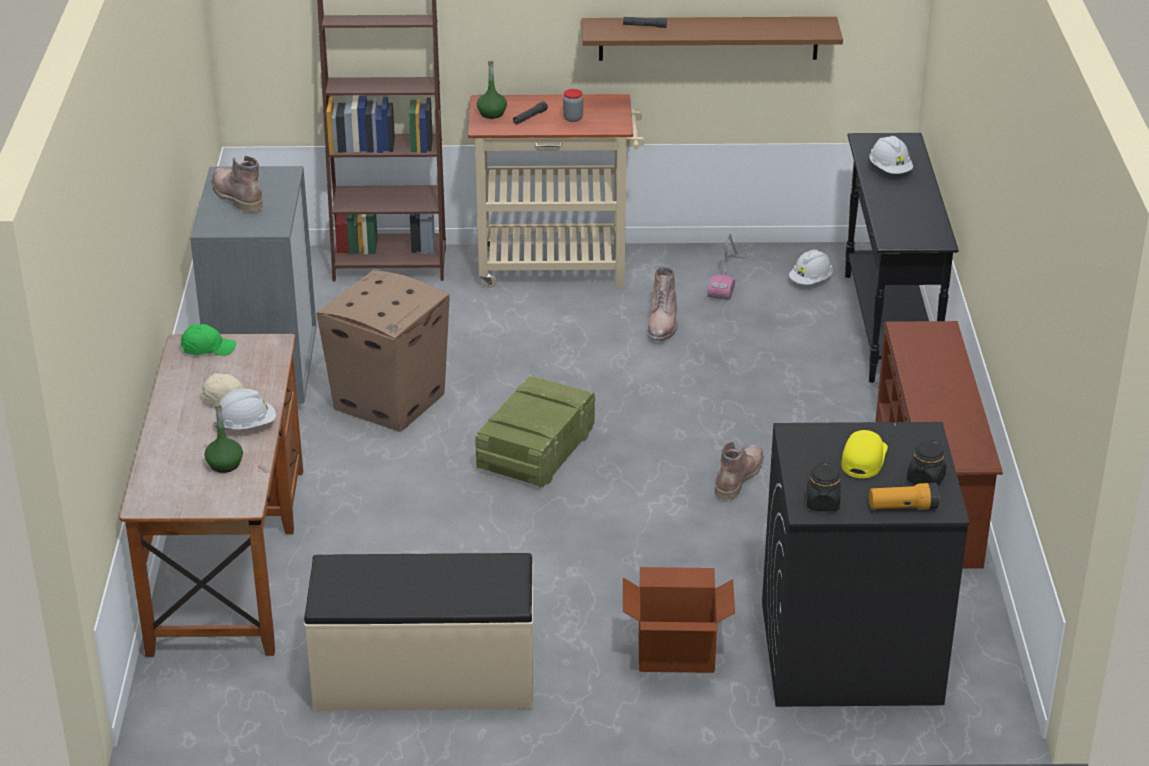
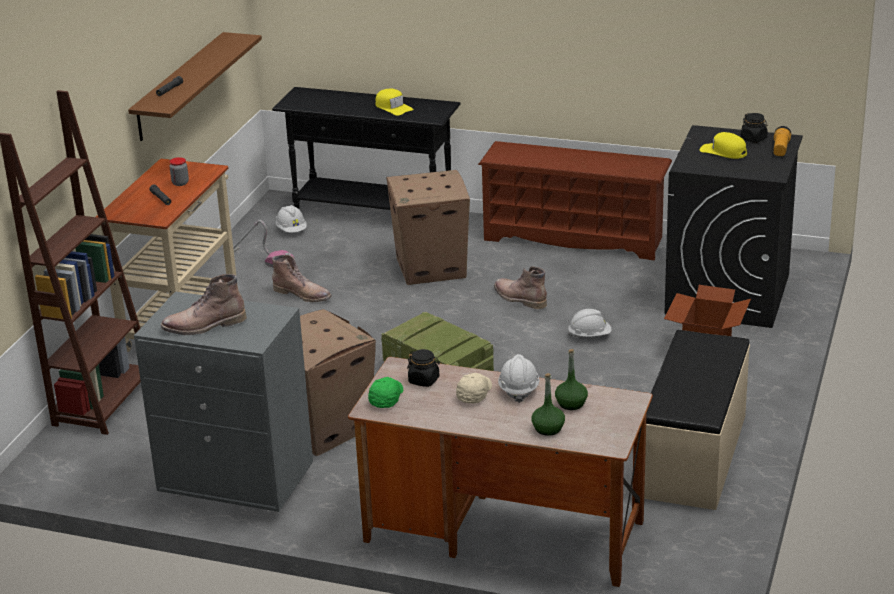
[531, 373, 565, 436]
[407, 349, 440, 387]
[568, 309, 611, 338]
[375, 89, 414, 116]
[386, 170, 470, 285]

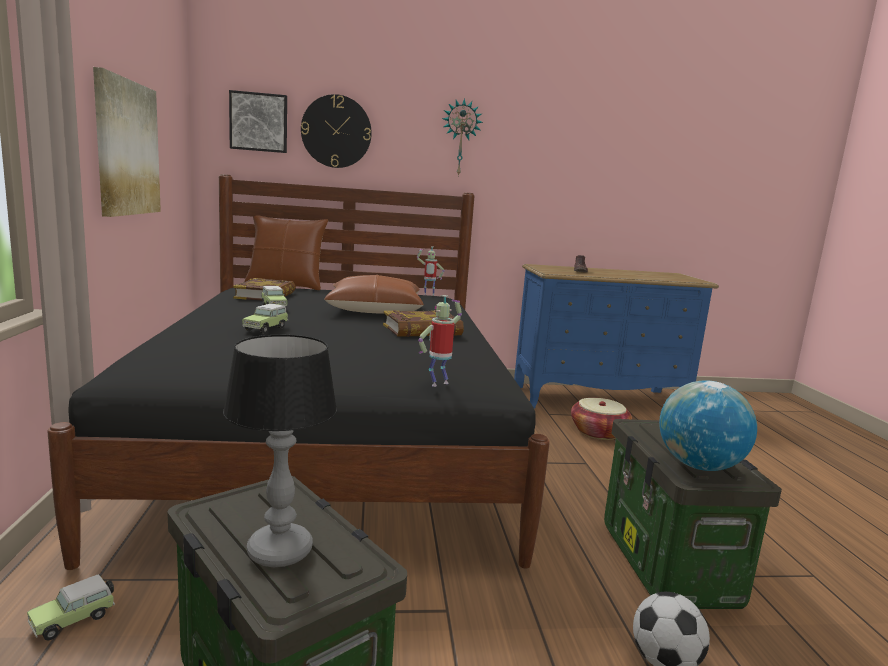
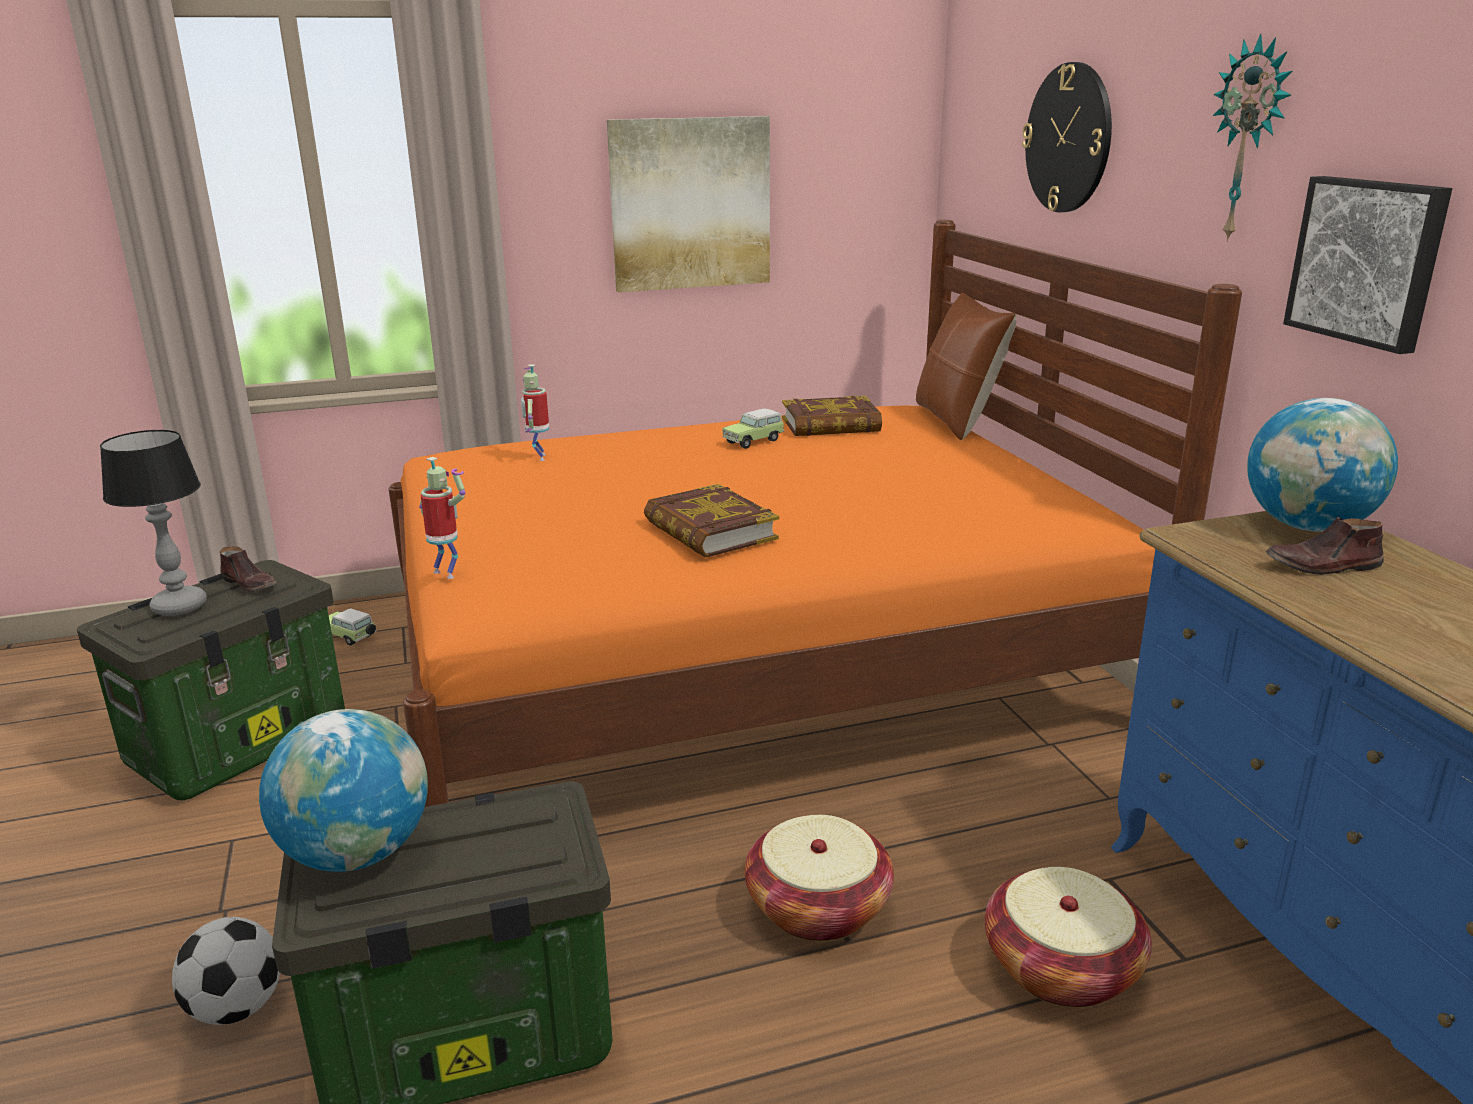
[389, 220, 1242, 807]
[1283, 176, 1452, 354]
[242, 304, 289, 334] (first image)
[324, 275, 424, 314] (first image)
[521, 364, 549, 461]
[220, 546, 277, 592]
[745, 815, 894, 942]
[1247, 398, 1398, 532]

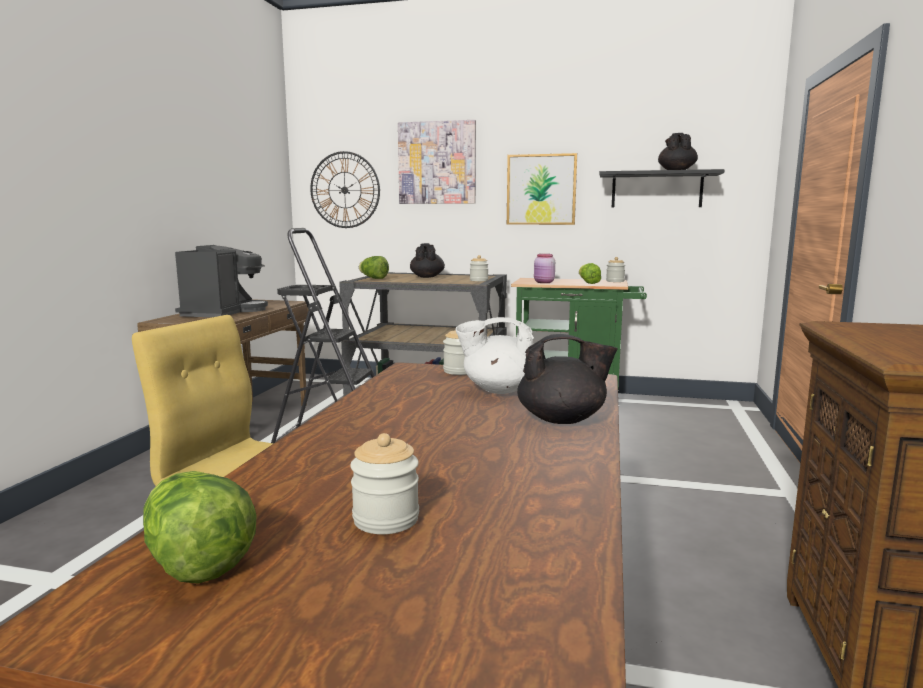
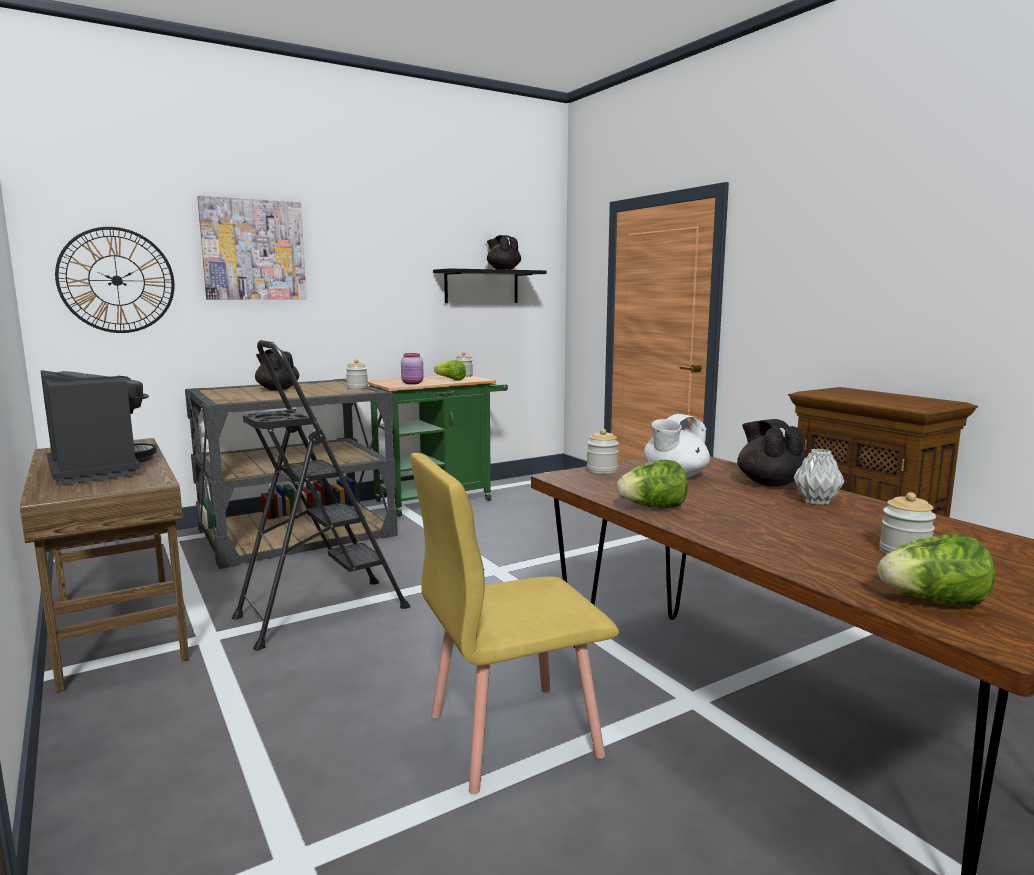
[616, 460, 688, 508]
[507, 153, 577, 225] (first image)
[737, 419, 807, 487]
[794, 449, 845, 505]

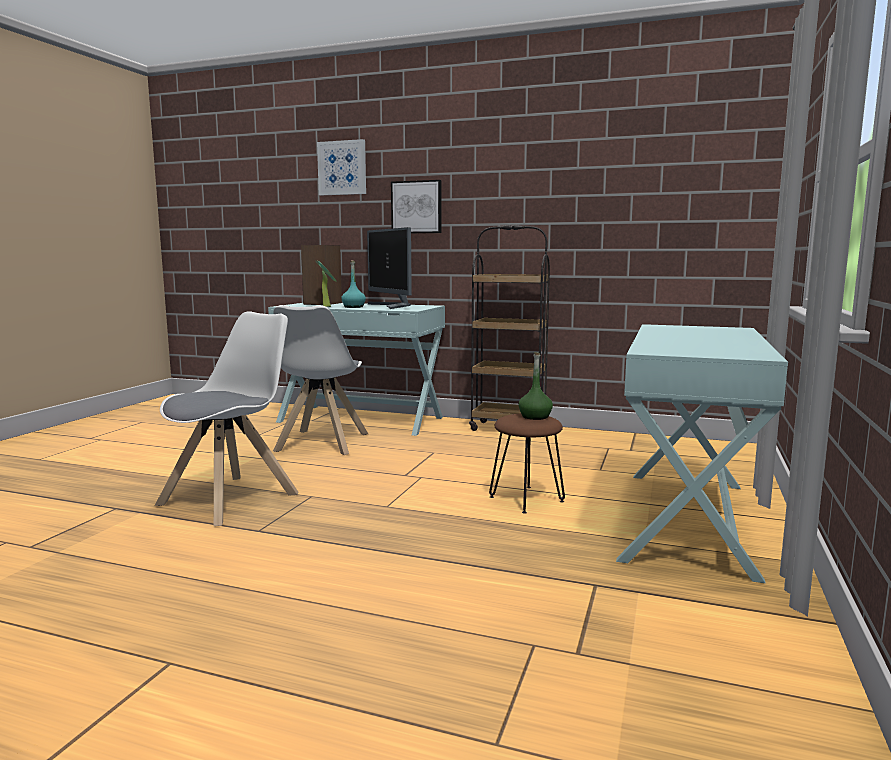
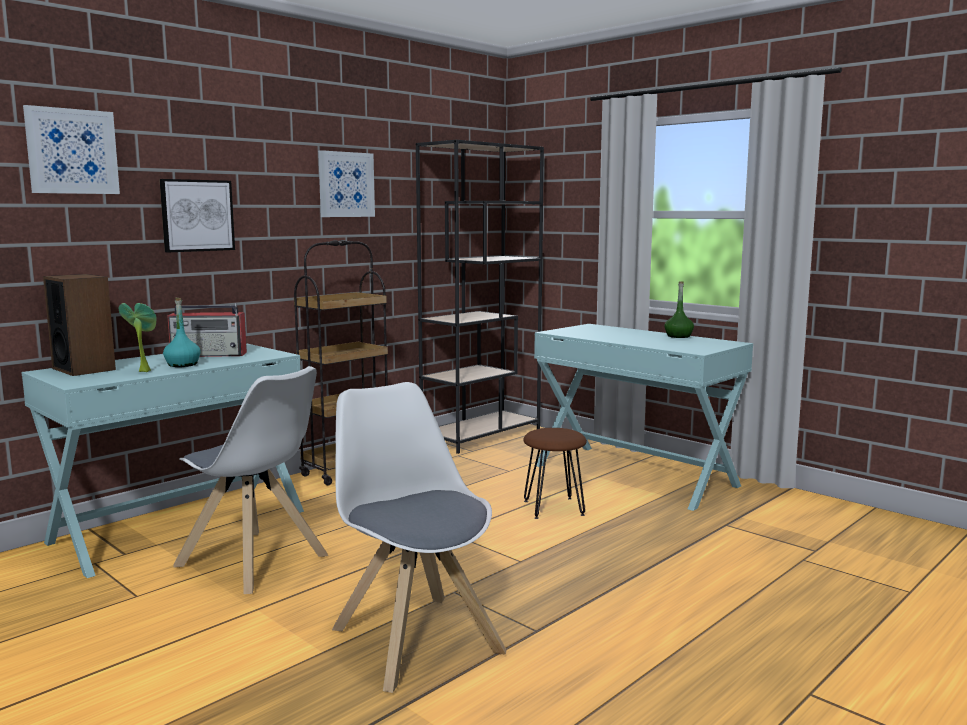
[167, 303, 247, 357]
[664, 282, 694, 338]
[318, 150, 375, 217]
[416, 140, 544, 454]

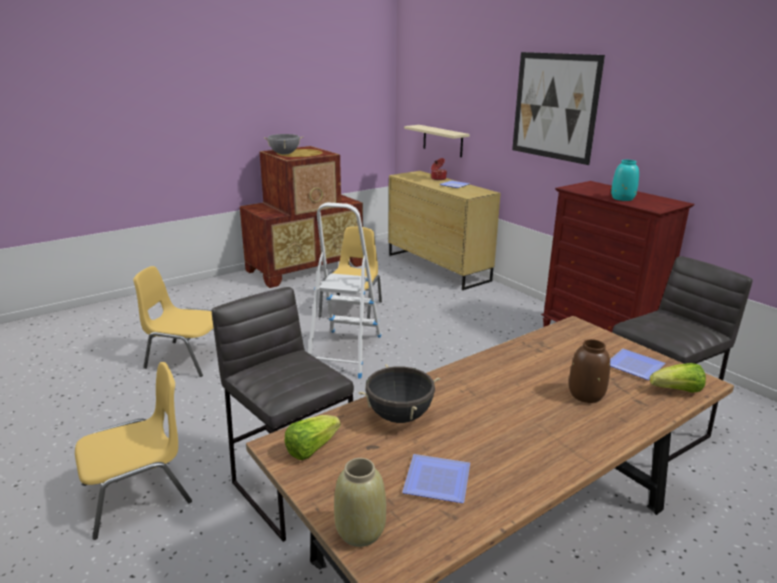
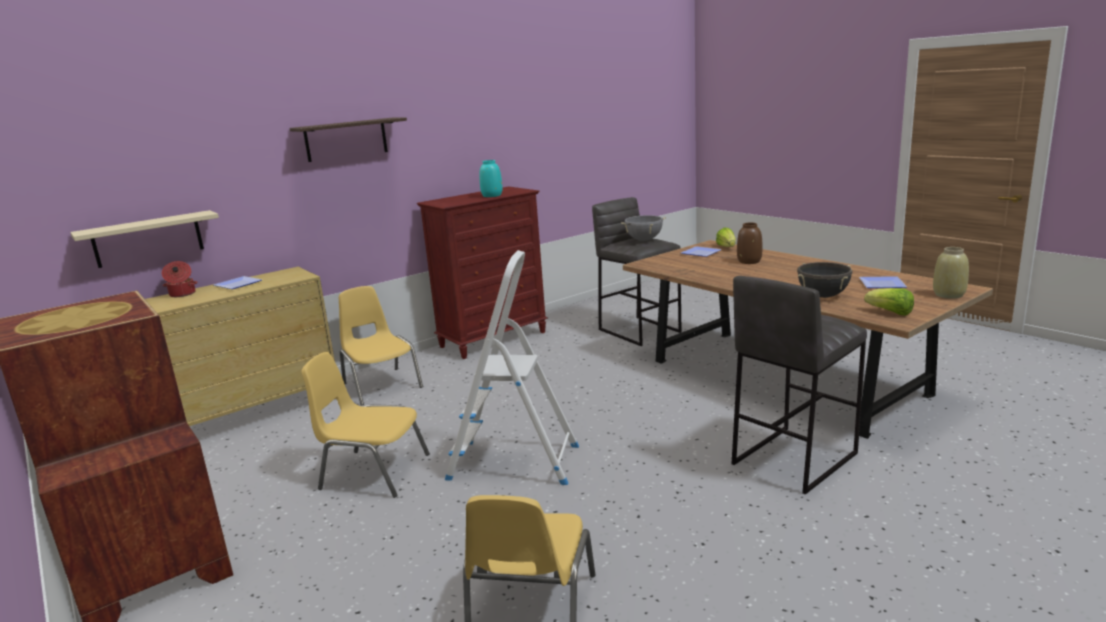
[339, 286, 423, 406]
[621, 215, 666, 241]
[289, 117, 407, 162]

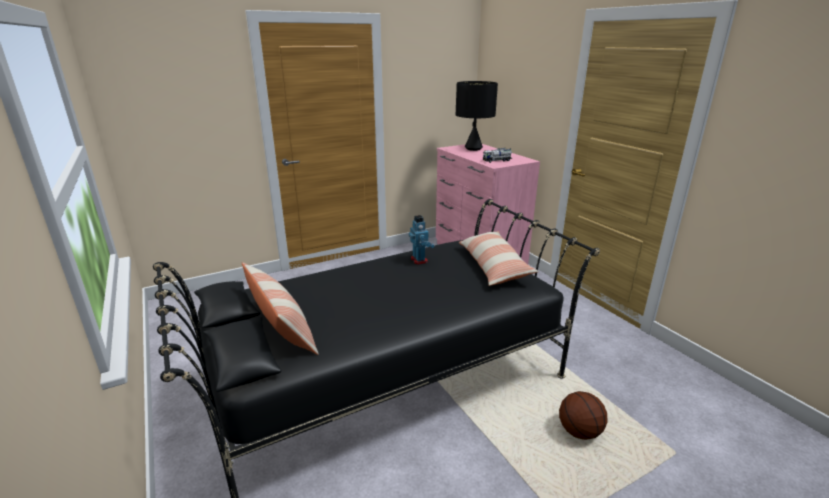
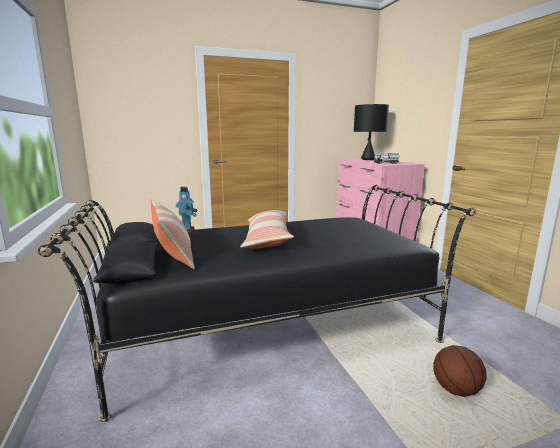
[176, 187, 197, 233]
[240, 210, 294, 249]

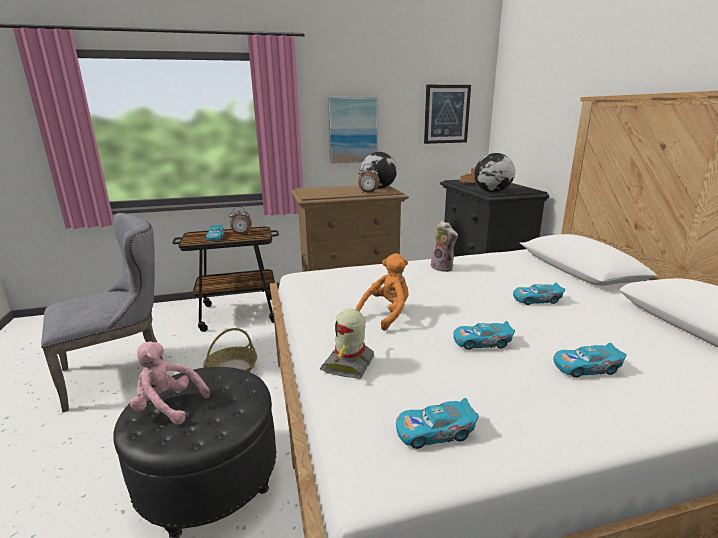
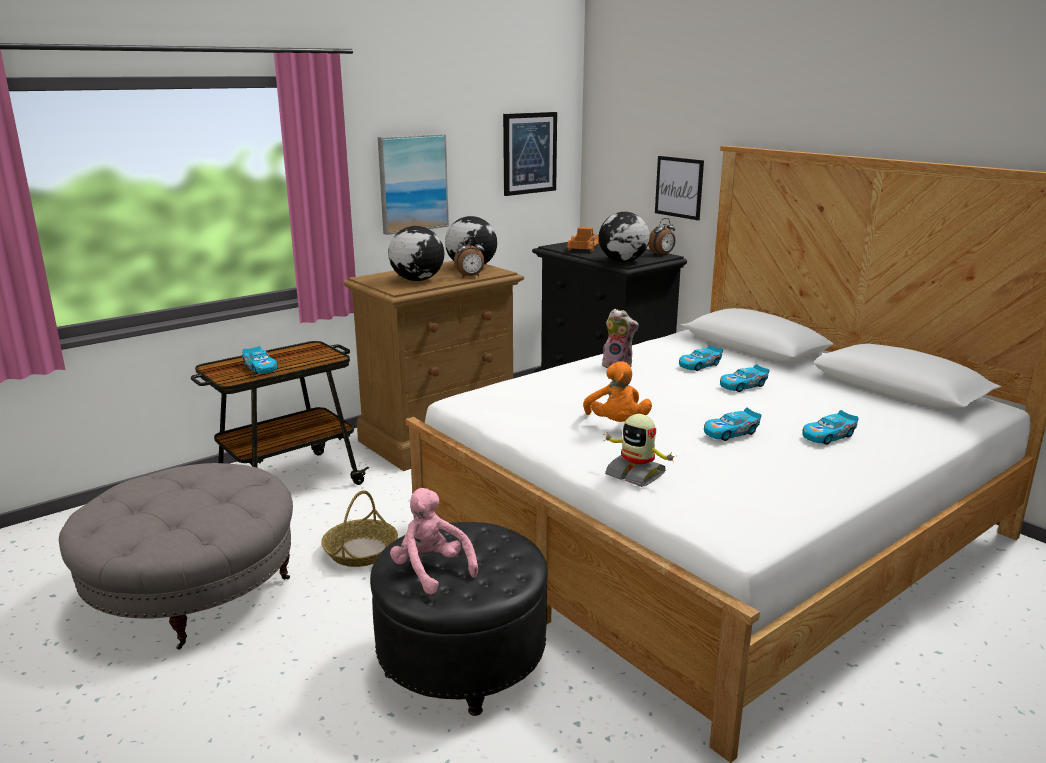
[59, 463, 293, 650]
[390, 488, 478, 595]
[648, 218, 676, 256]
[602, 414, 677, 487]
[583, 361, 652, 422]
[679, 345, 723, 371]
[388, 226, 444, 281]
[655, 156, 704, 220]

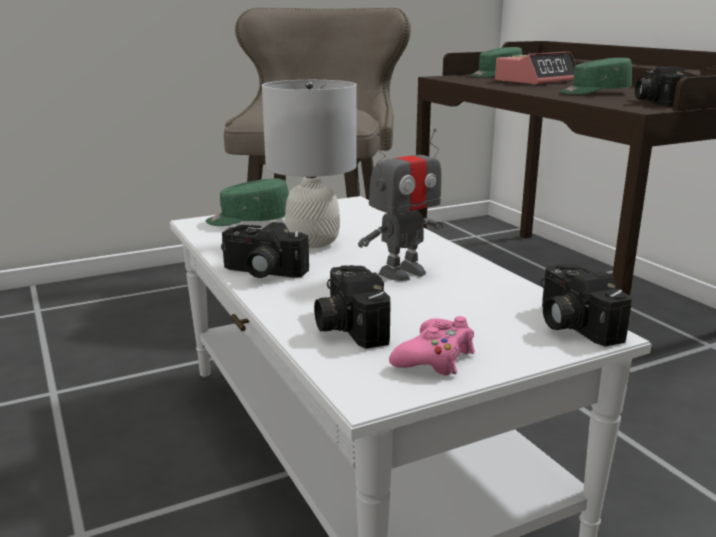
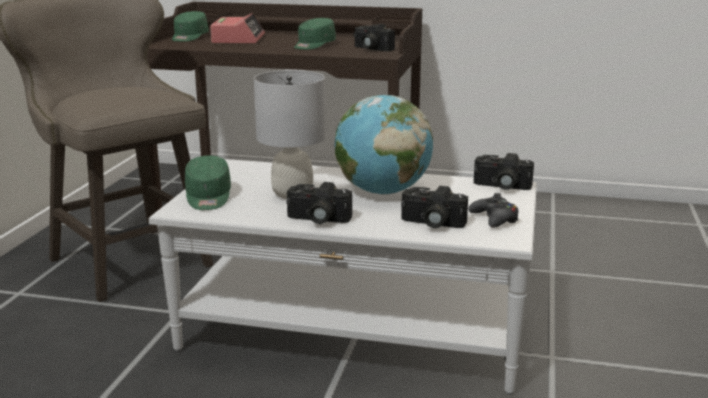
[185, 156, 231, 210]
[287, 182, 352, 224]
[335, 95, 433, 195]
[468, 193, 519, 228]

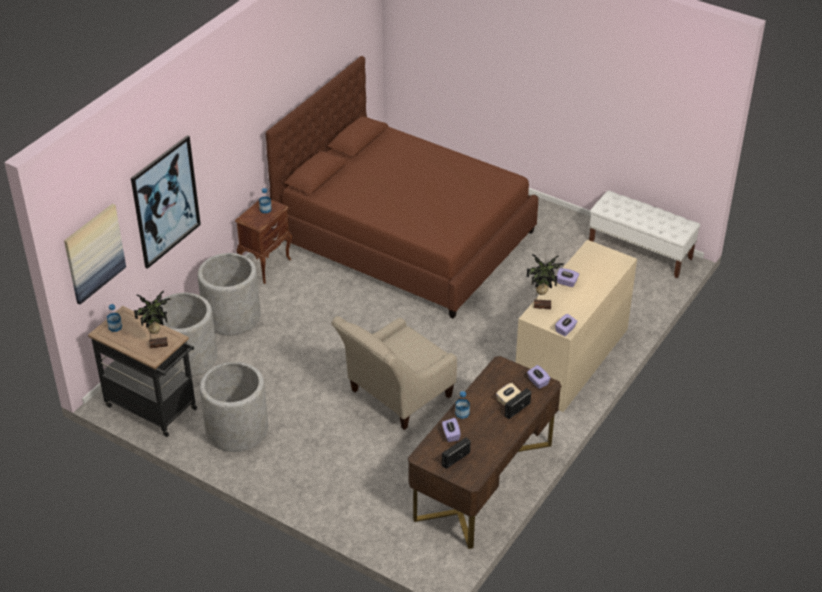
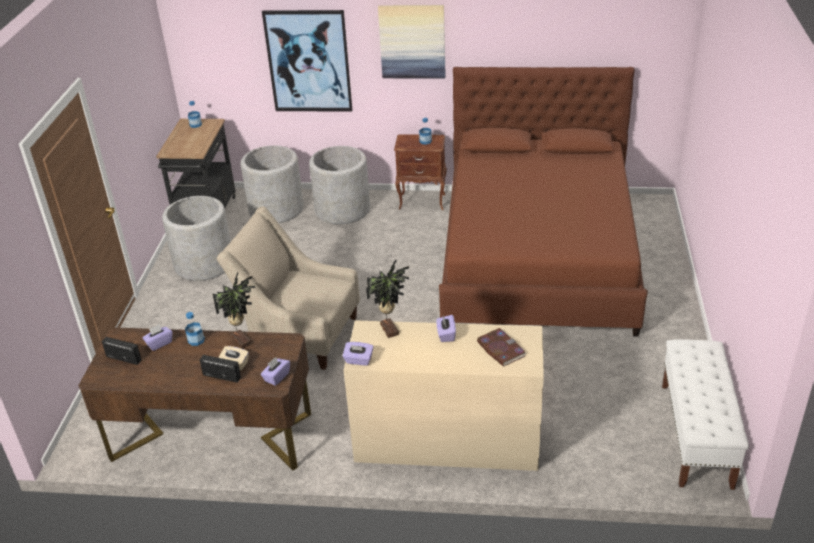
[378, 5, 446, 79]
[212, 272, 255, 349]
[477, 328, 526, 367]

